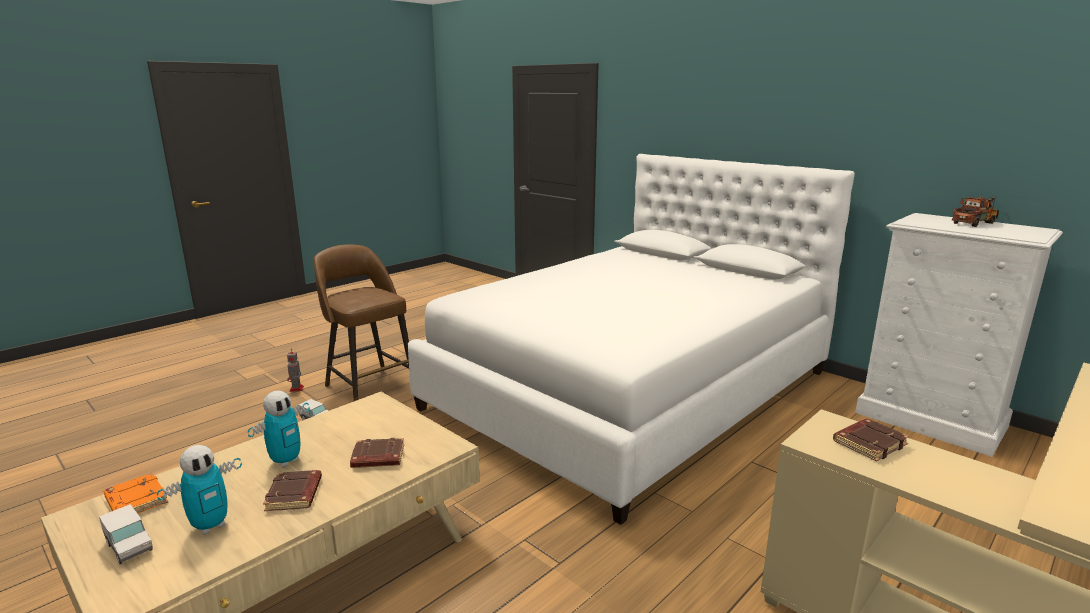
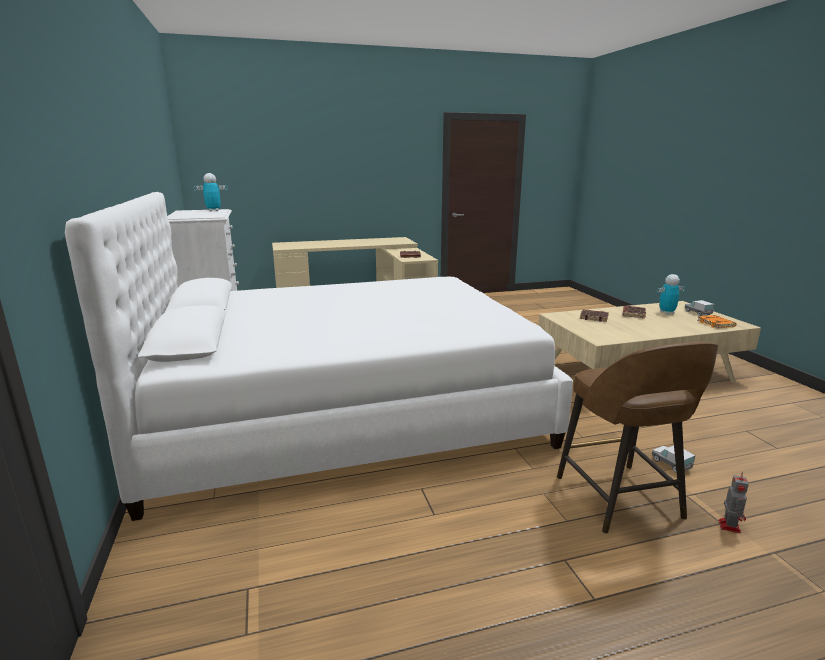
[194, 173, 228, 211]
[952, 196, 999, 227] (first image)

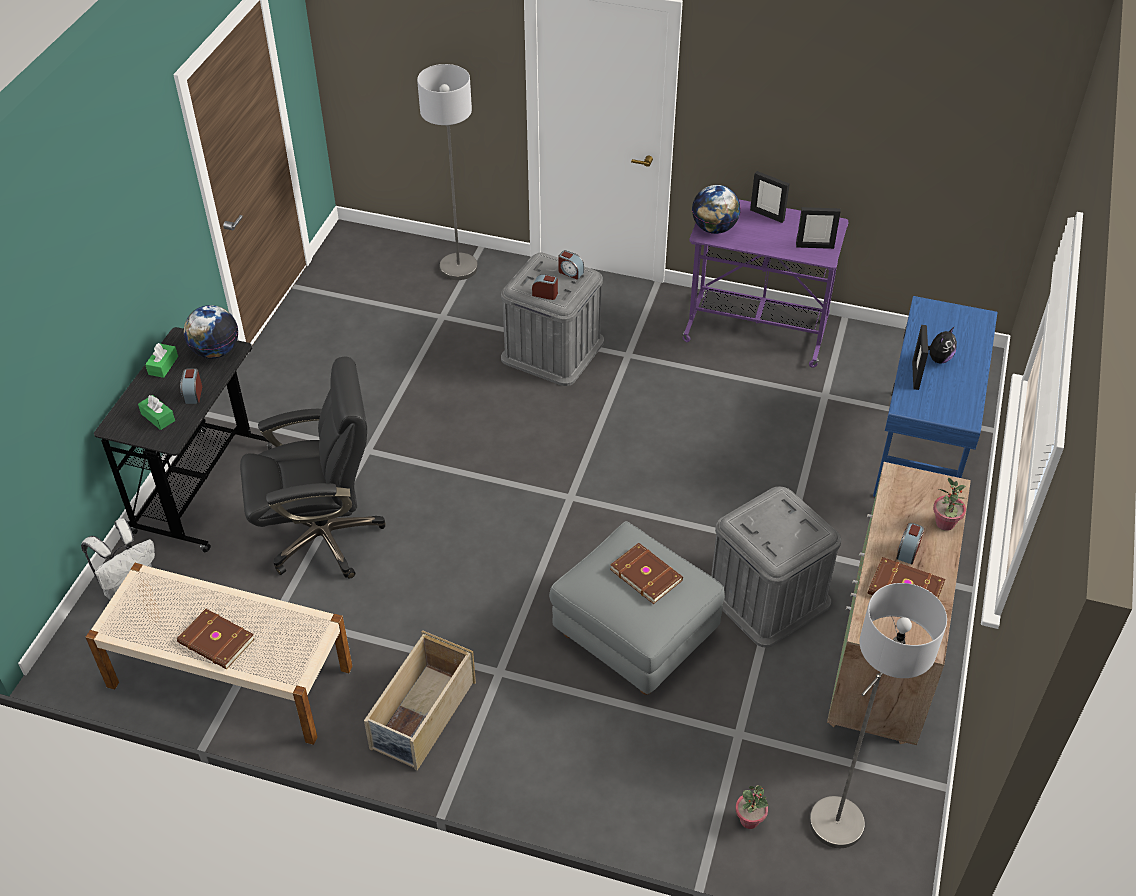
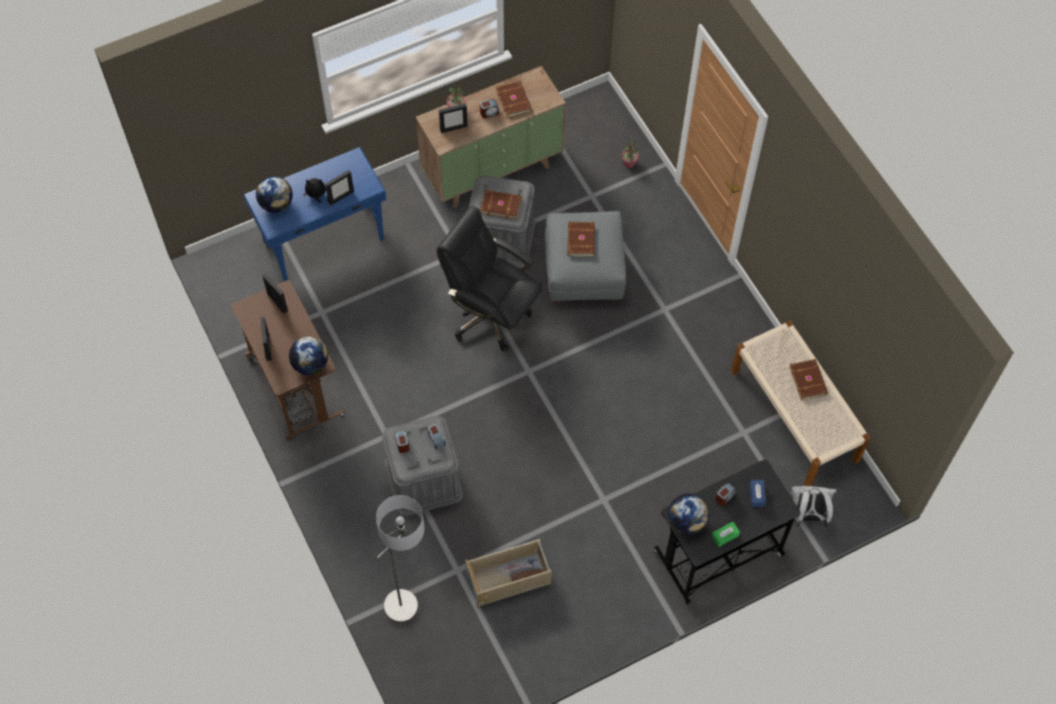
[749, 480, 766, 507]
[437, 206, 542, 351]
[465, 539, 552, 608]
[231, 280, 345, 441]
[809, 583, 947, 848] (first image)
[256, 176, 293, 213]
[439, 103, 468, 133]
[480, 190, 522, 219]

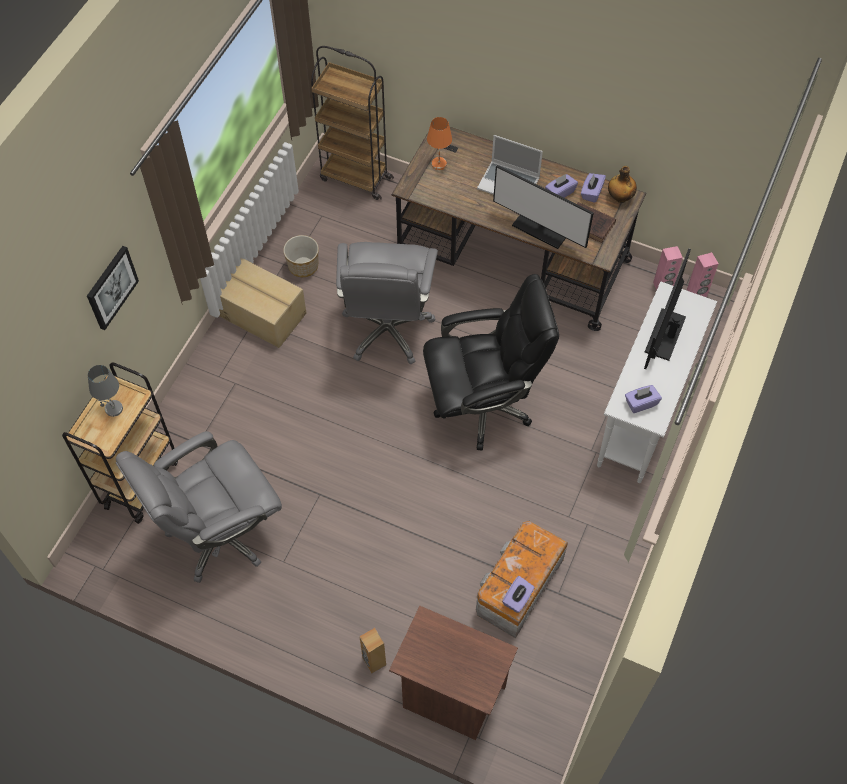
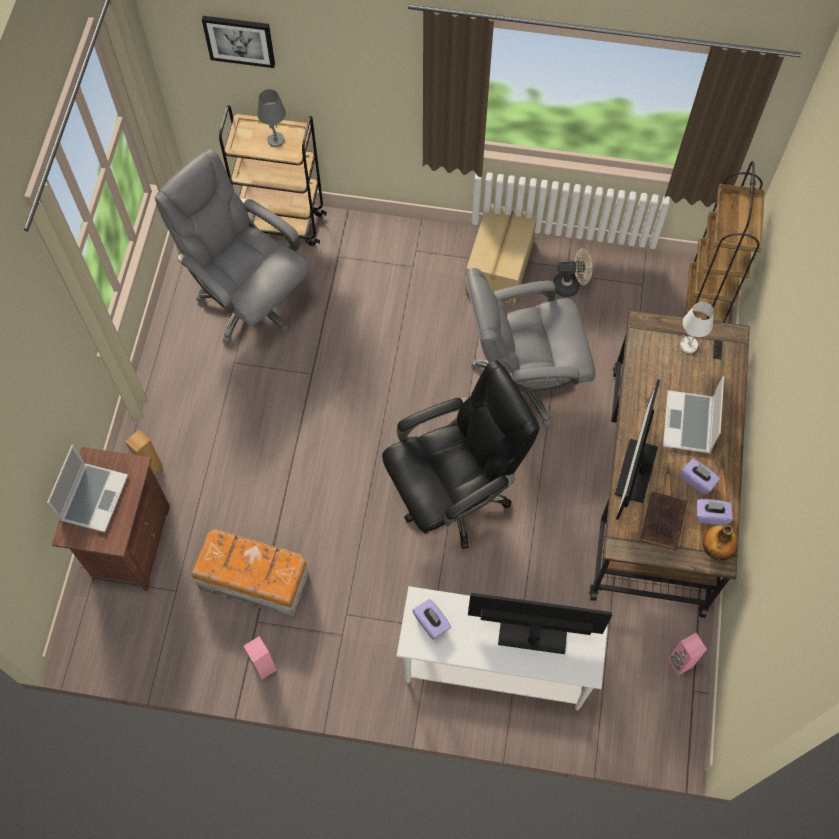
[202, 16, 275, 68]
[553, 248, 593, 297]
[382, 361, 539, 549]
[680, 302, 714, 353]
[502, 576, 535, 613] (first image)
[244, 636, 277, 679]
[47, 444, 128, 532]

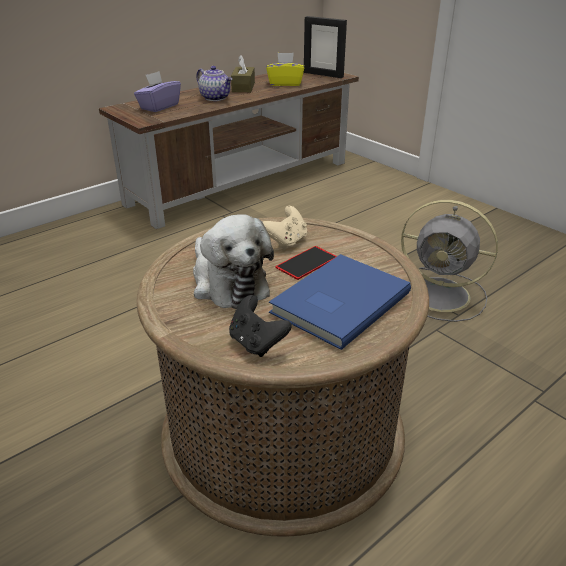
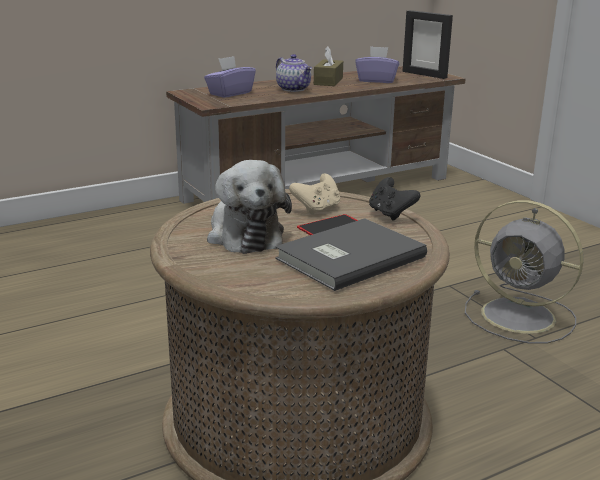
[369, 177, 420, 221]
[355, 46, 400, 83]
[275, 218, 427, 291]

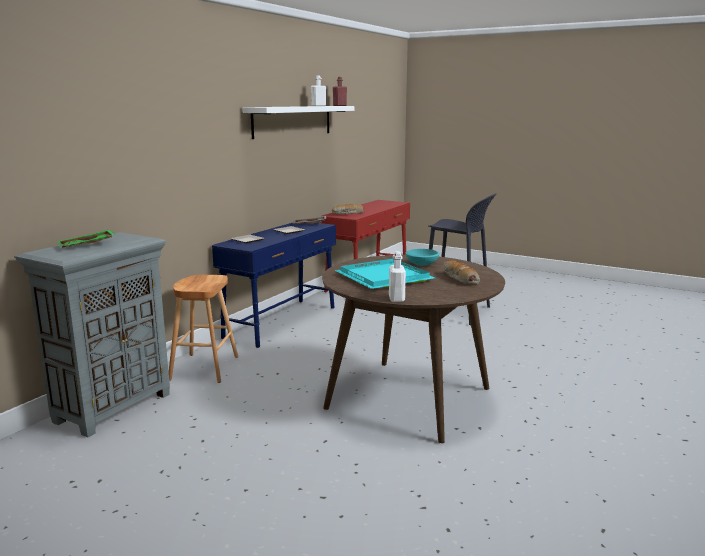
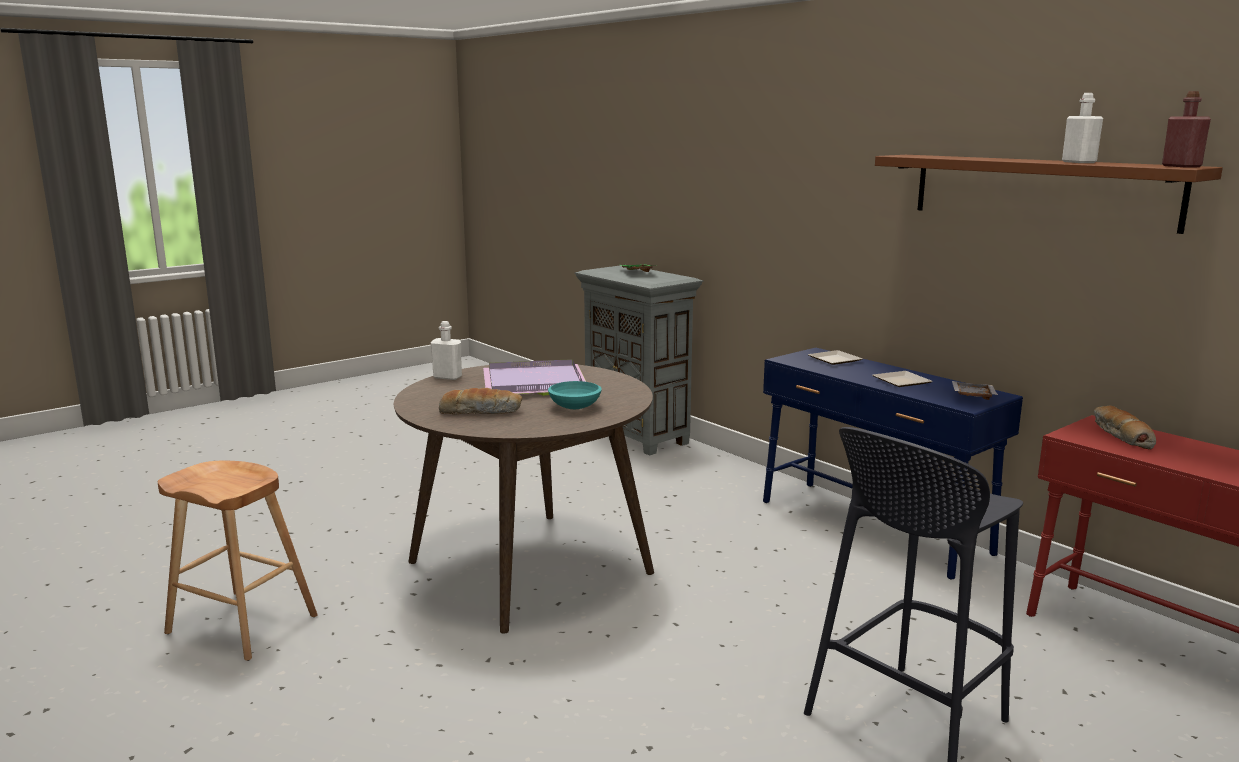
[158, 461, 318, 661]
[875, 155, 1223, 234]
[483, 359, 586, 396]

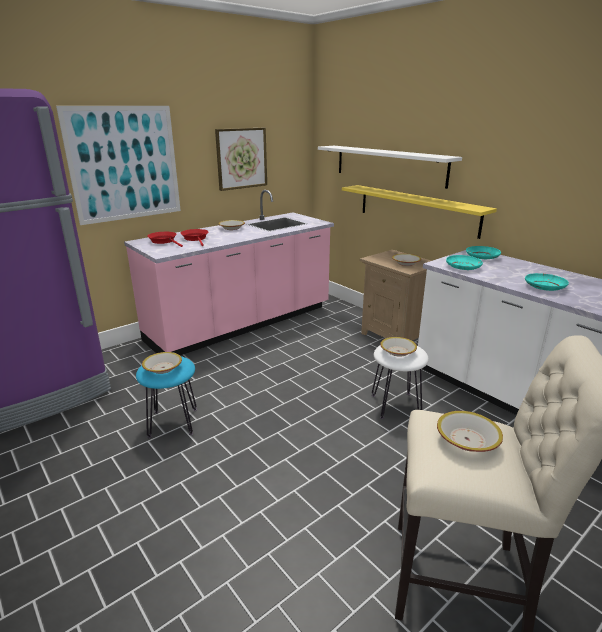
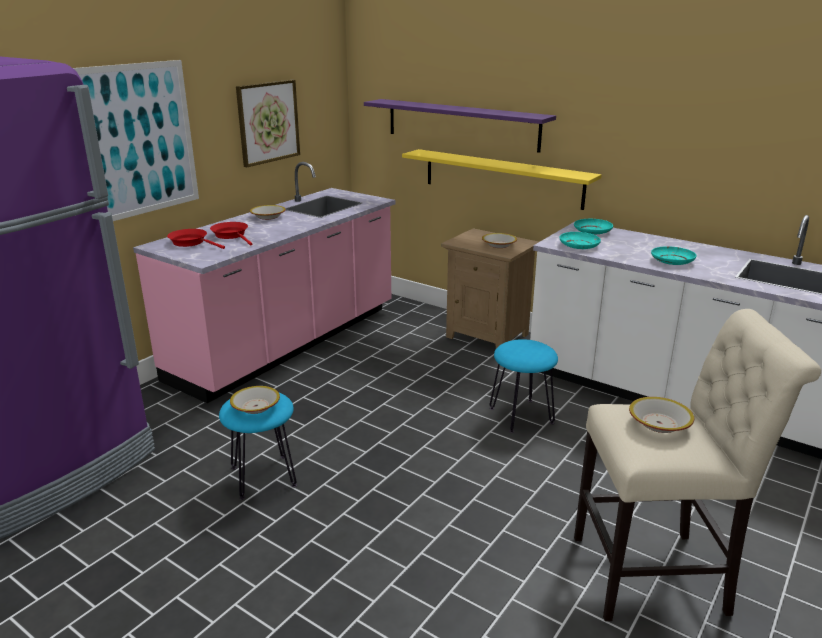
[364, 99, 556, 153]
[489, 339, 558, 433]
[380, 337, 417, 357] (first image)

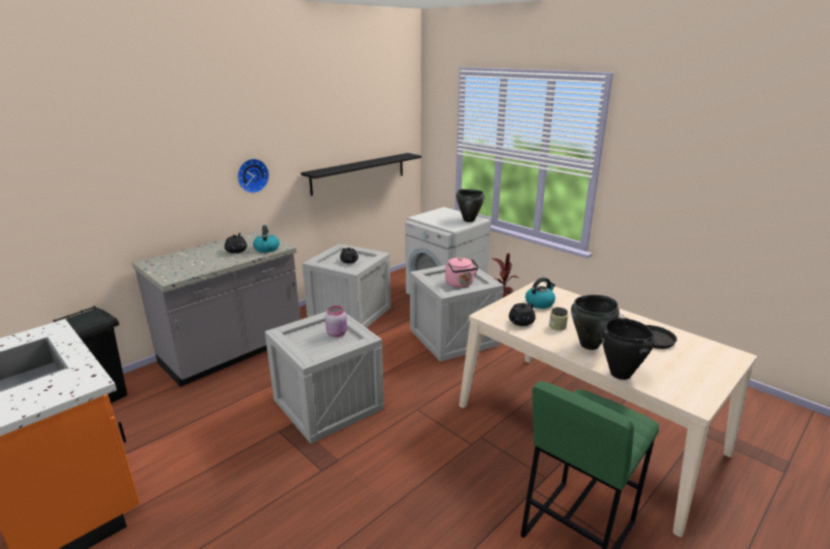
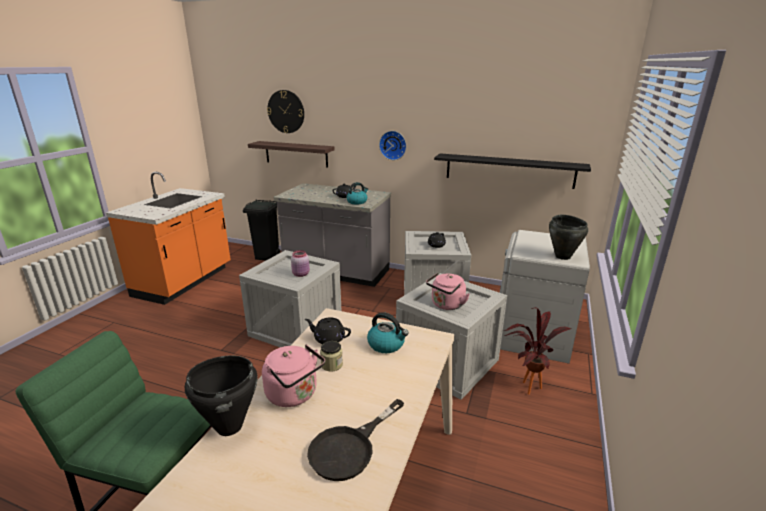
[262, 344, 325, 407]
[248, 141, 335, 168]
[267, 90, 304, 133]

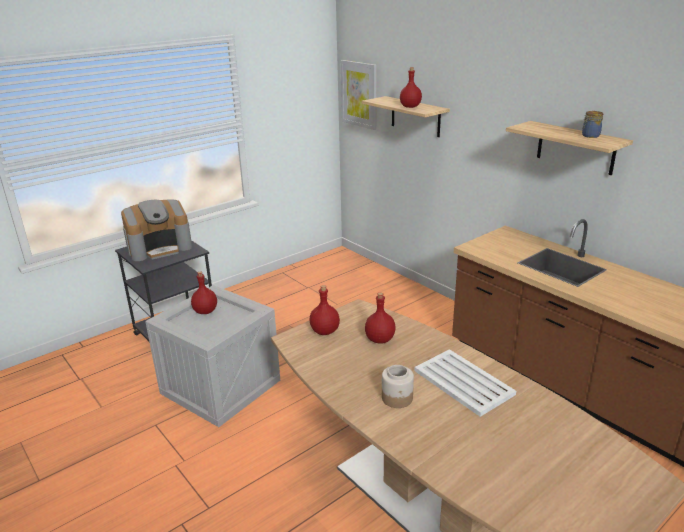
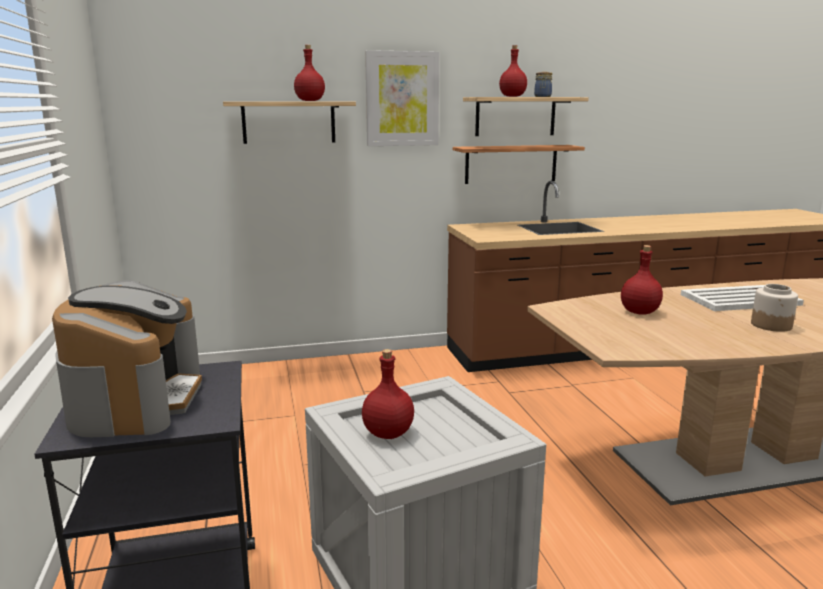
[499, 45, 527, 97]
[365, 50, 439, 146]
[453, 145, 585, 184]

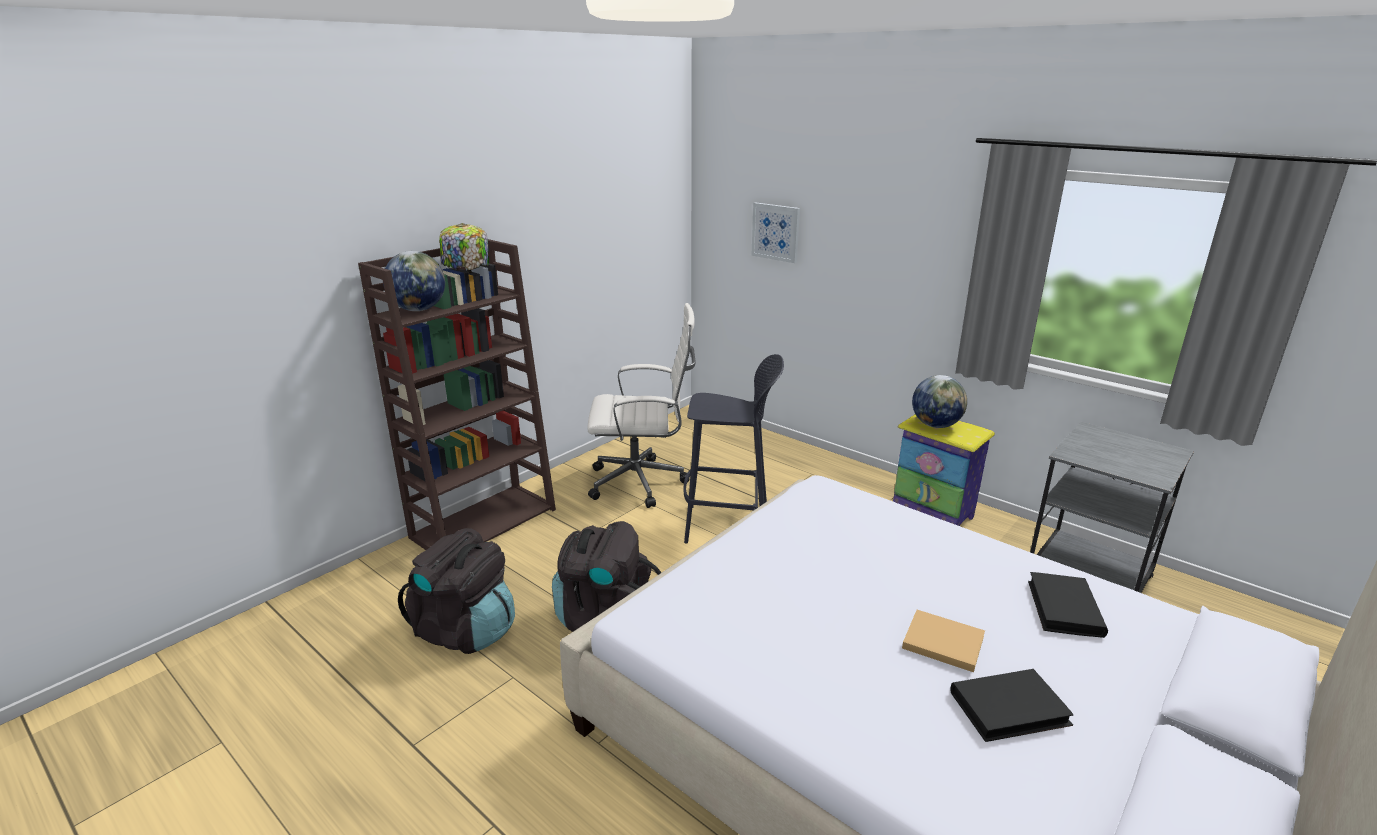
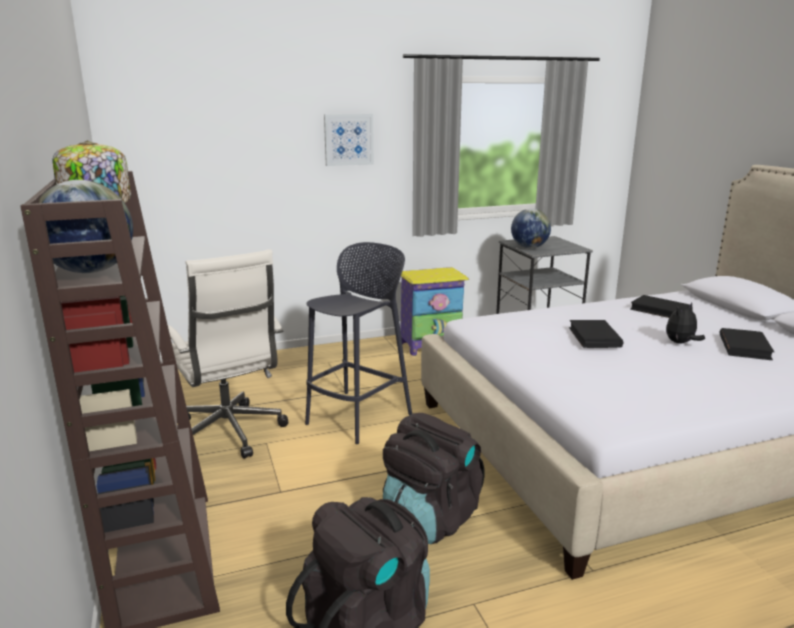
[168, 249, 288, 459]
[324, 114, 374, 166]
[666, 303, 705, 344]
[511, 208, 551, 248]
[569, 320, 623, 348]

